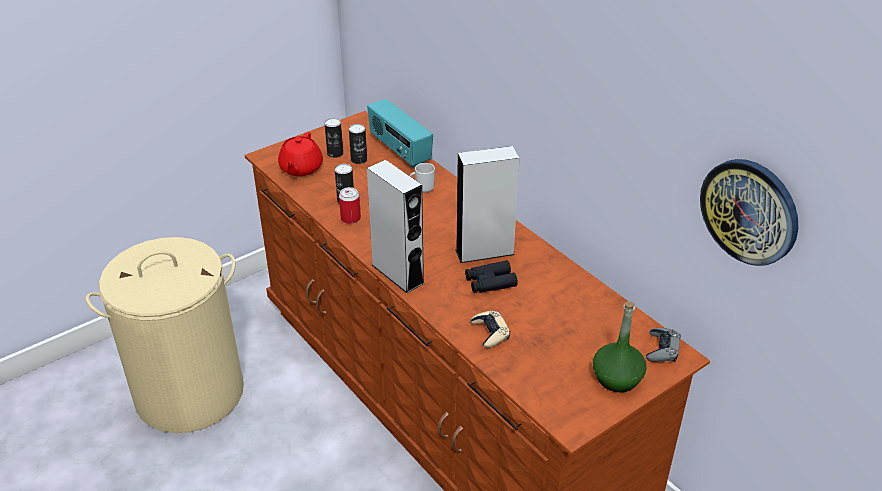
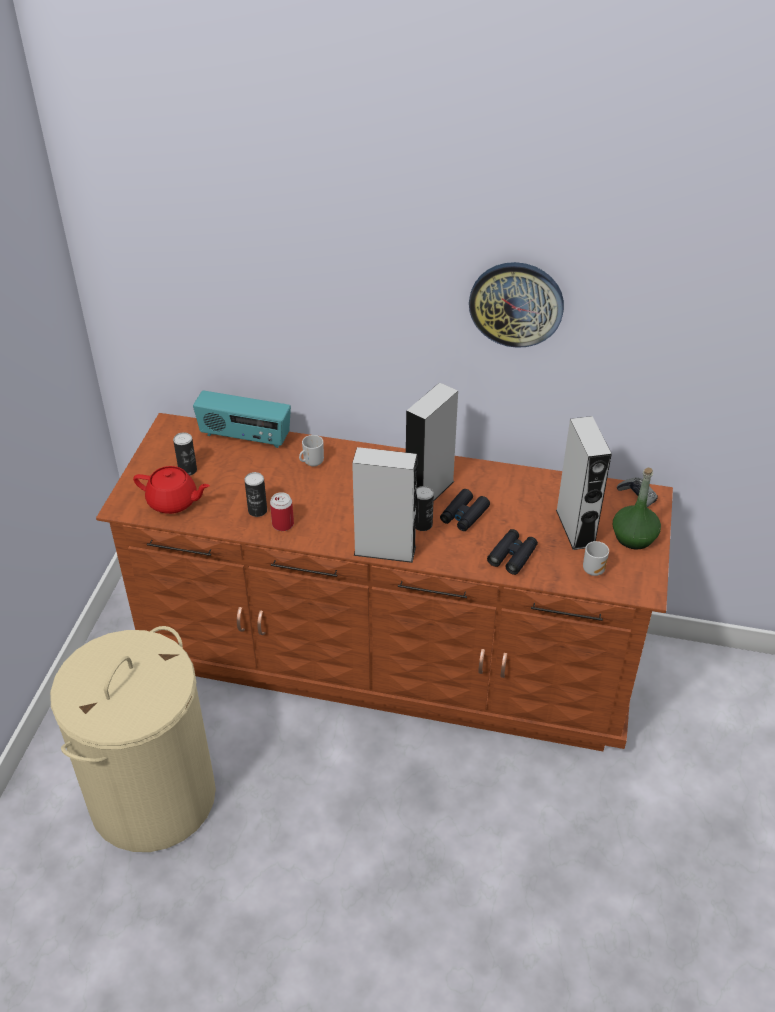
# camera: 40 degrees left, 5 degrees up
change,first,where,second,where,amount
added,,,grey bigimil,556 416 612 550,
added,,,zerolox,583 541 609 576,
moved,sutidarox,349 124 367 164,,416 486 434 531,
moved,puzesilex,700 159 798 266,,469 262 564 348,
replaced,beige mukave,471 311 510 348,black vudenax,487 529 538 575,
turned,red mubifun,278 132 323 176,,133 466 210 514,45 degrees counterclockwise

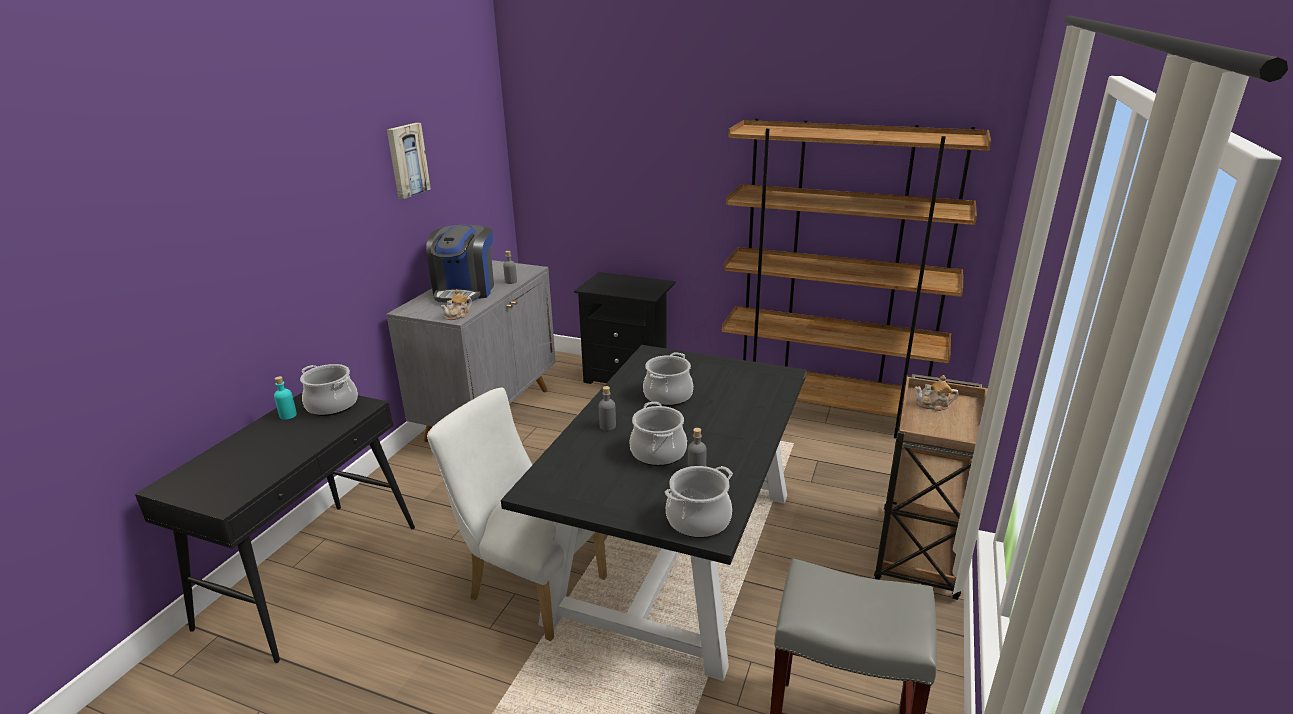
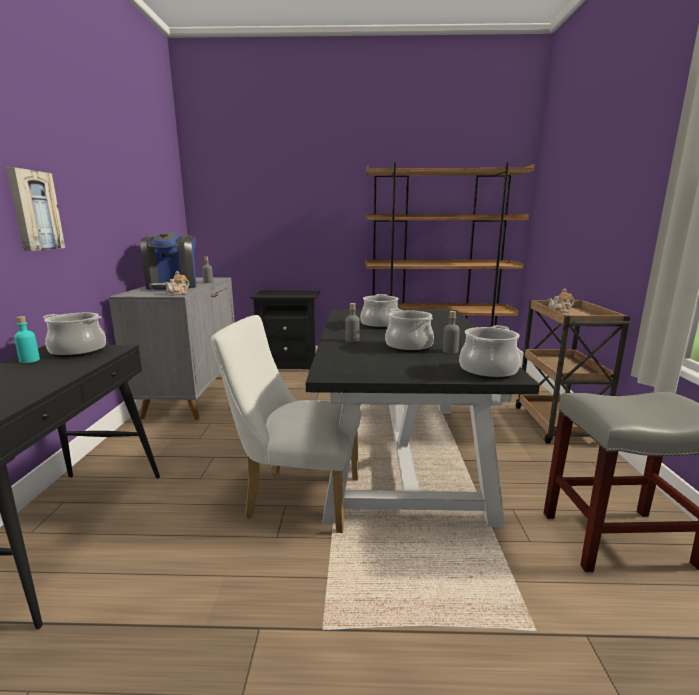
# camera: 20 degrees left, 10 degrees down
change,first,where,second,where,amount
moved,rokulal,387 123 431 199,,7 167 65 251,

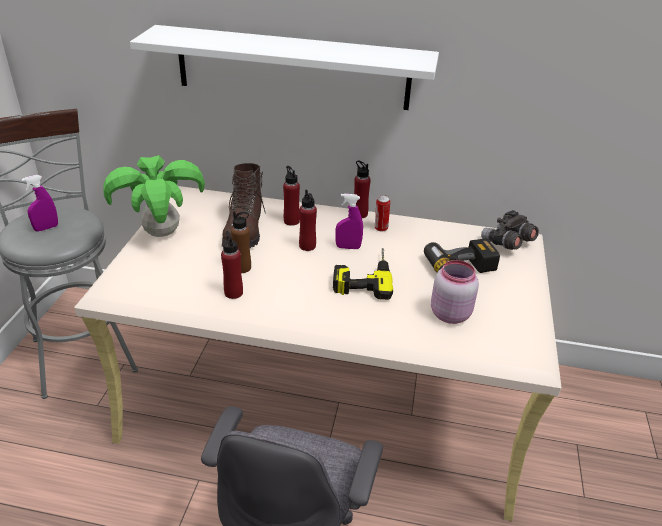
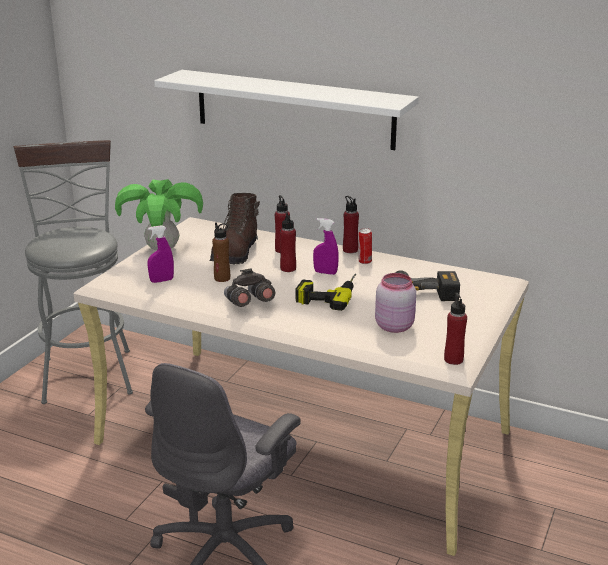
# camera: 15 degrees right, 10 degrees down
change,first,where,second,where,amount
moved,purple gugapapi,22 175 58 231,,147 225 174 283,
moved,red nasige,221 231 243 299,,444 293 467 365,
moved,grey vudenax,481 210 539 250,,224 268 275 307,

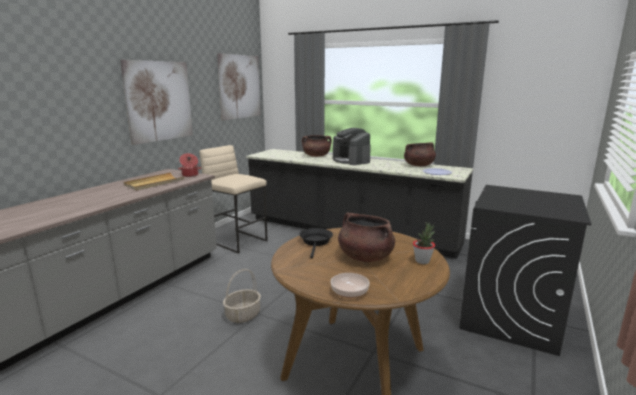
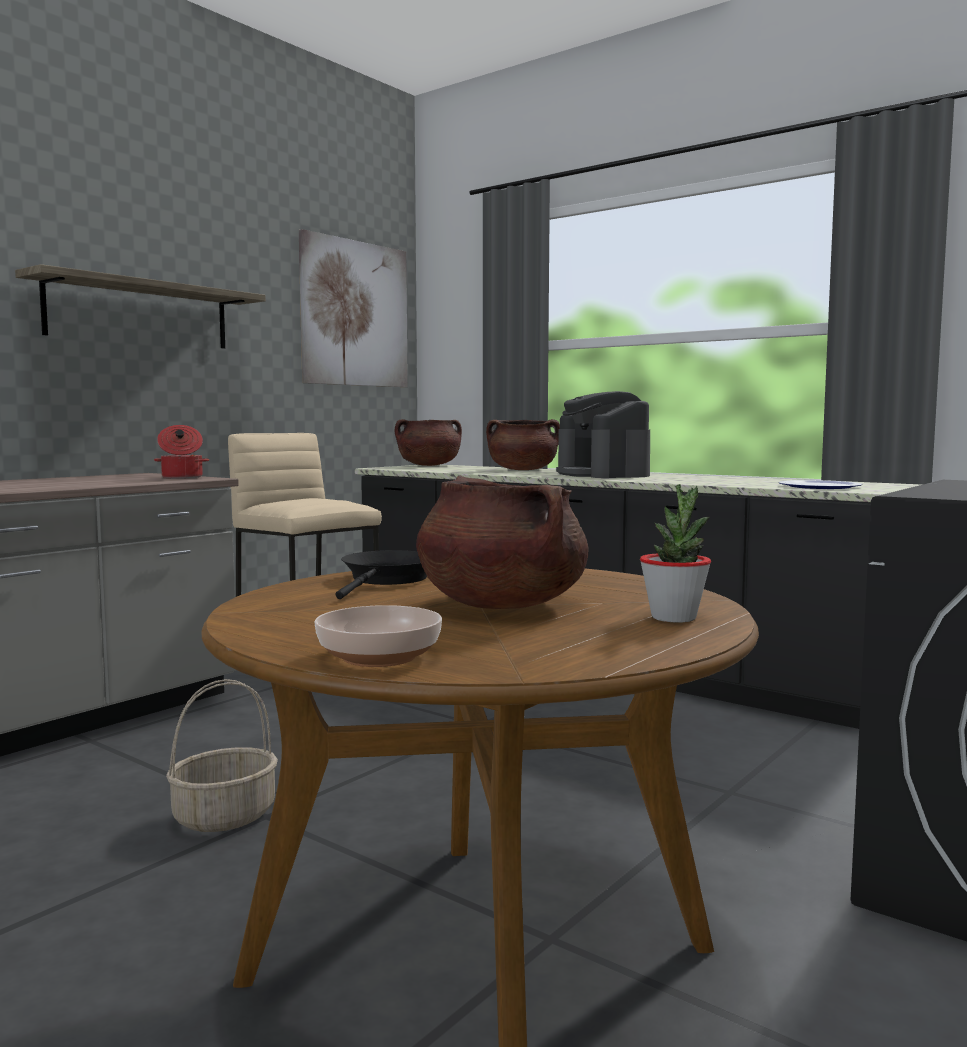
# camera: 10 degrees right, 10 degrees down
change,first,where,second,where,amount
removed,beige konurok,123 172 184 191,,,
moved,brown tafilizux,404 142 436 166,,395 419 462 466,
replaced,rokulal,120 60 193 145,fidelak,15 264 266 349,

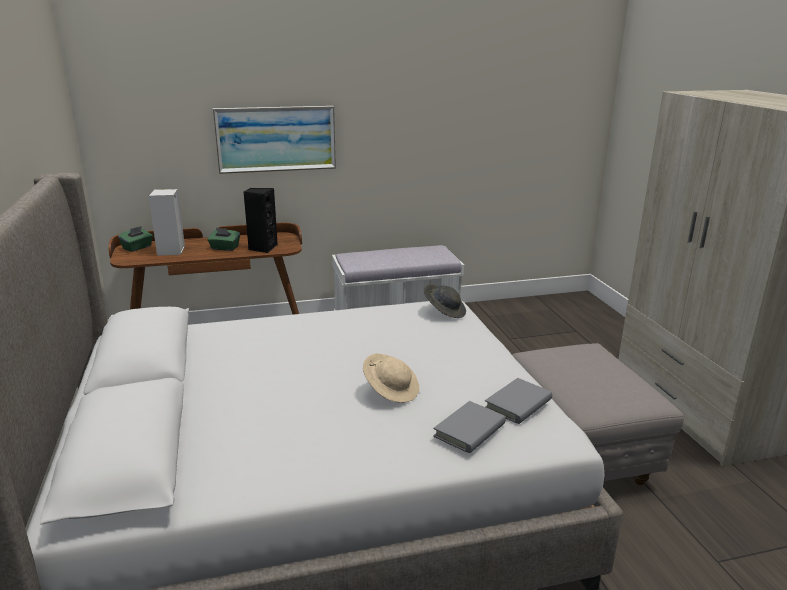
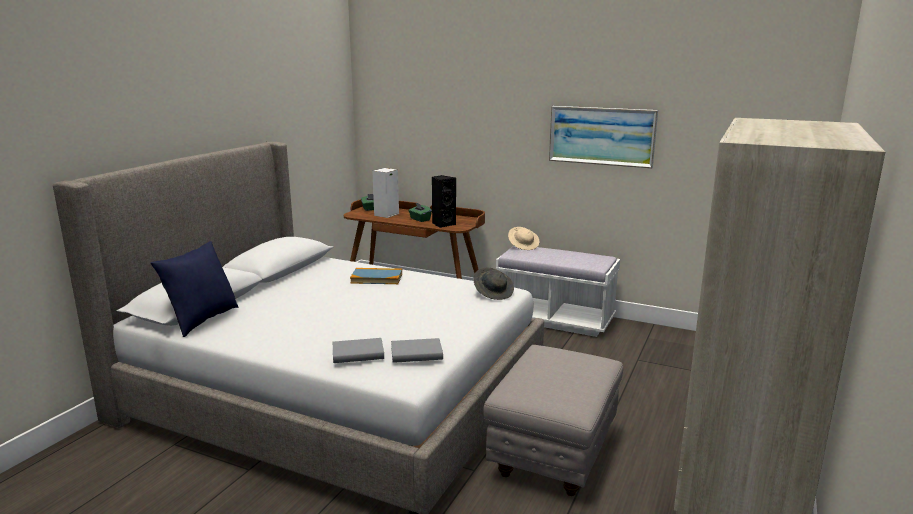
# camera: 40 degrees right, 5 degrees down
change,first,where,second,where,amount
added,,,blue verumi,151 241 238 337,
added,,,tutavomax,350 268 402 284,
moved,rokulal,213 106 336 174,,549 106 658 168,
moved,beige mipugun,363 353 419 403,,508 227 540 250,

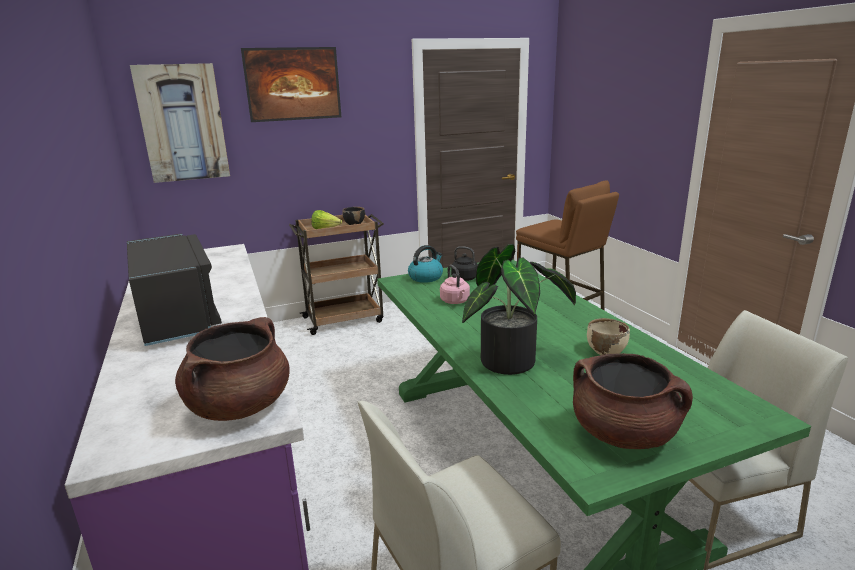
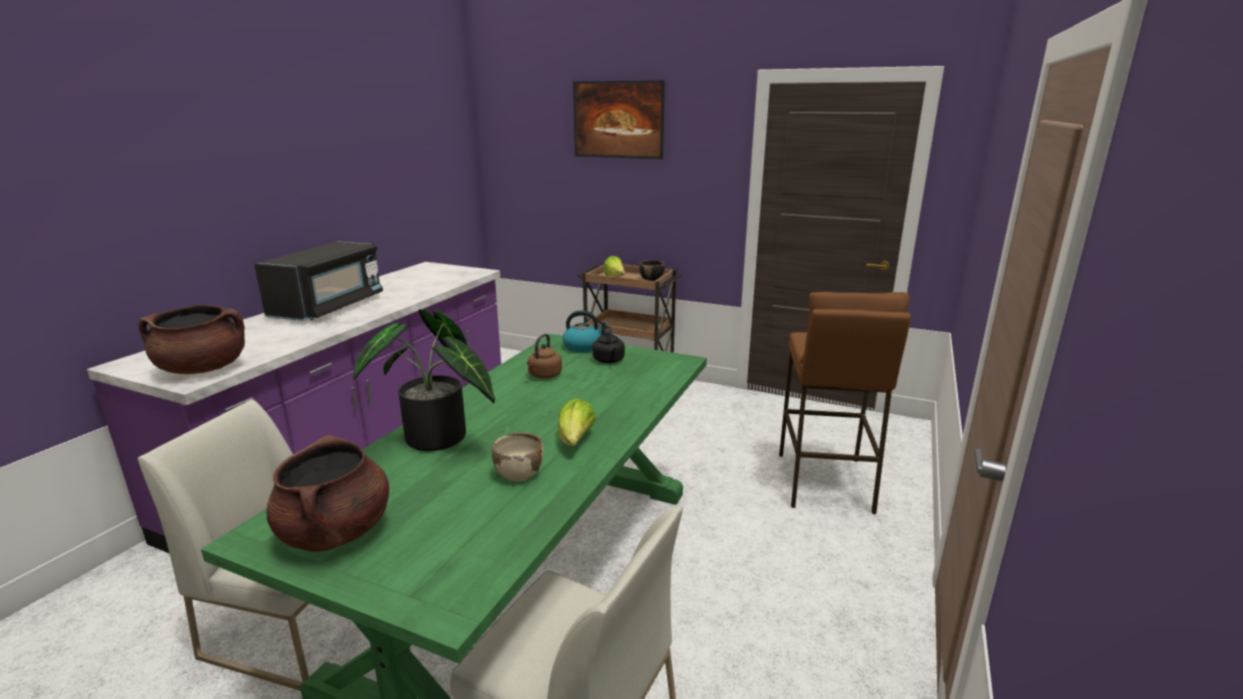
# camera: 45 degrees right, 0 degrees up
change,first,where,second,where,amount
removed,rokulal,130 63 230 183,,,
added,,,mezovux,558 398 596 446,
recoloured,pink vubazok,440 265 470 304,brown vubazok,527 333 562 378,

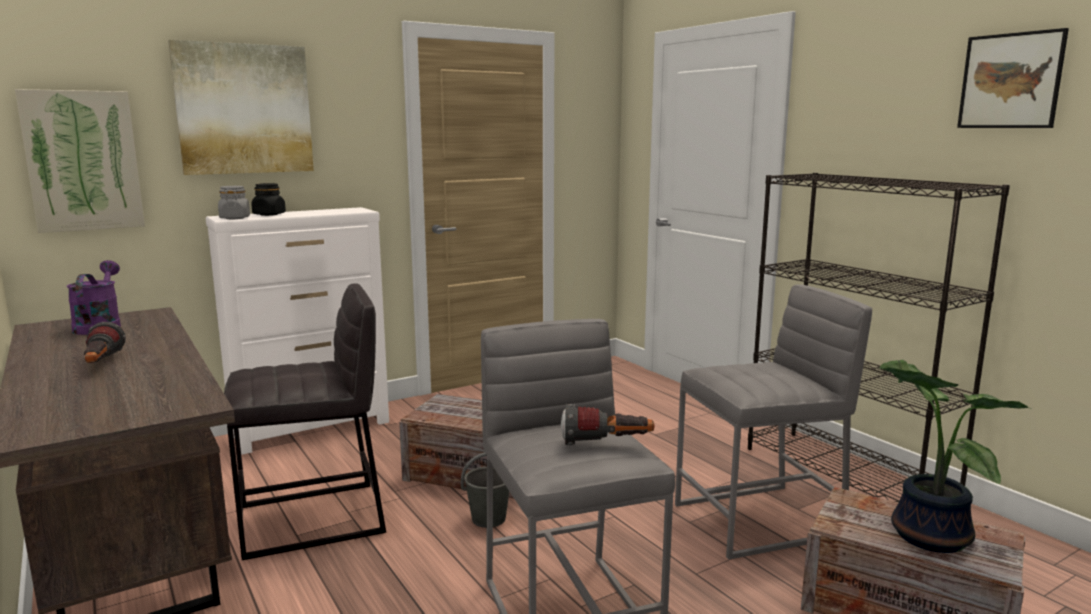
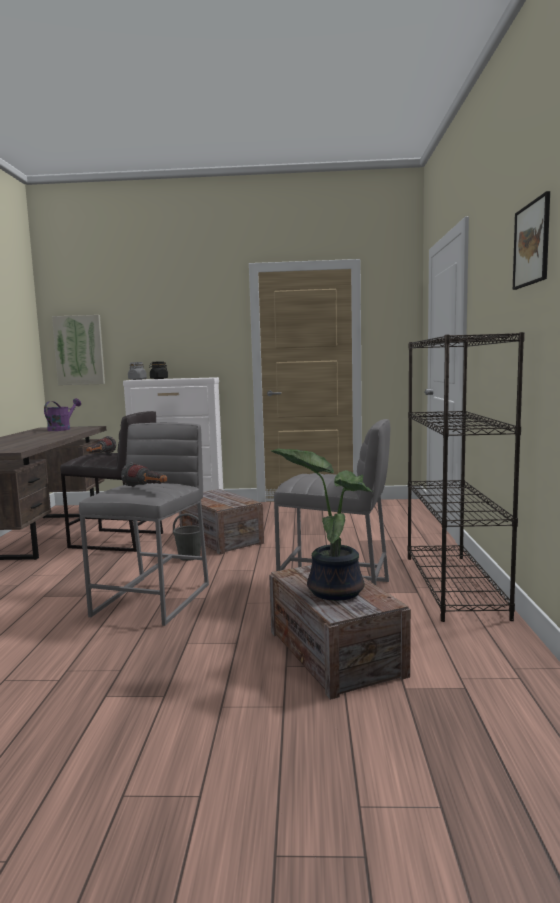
# camera: 35 degrees right, 5 degrees down
change,first,where,second,where,amount
removed,rokulal,168 40 314 175,,,
moved,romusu,83 322 126 363,,86 436 116 454,

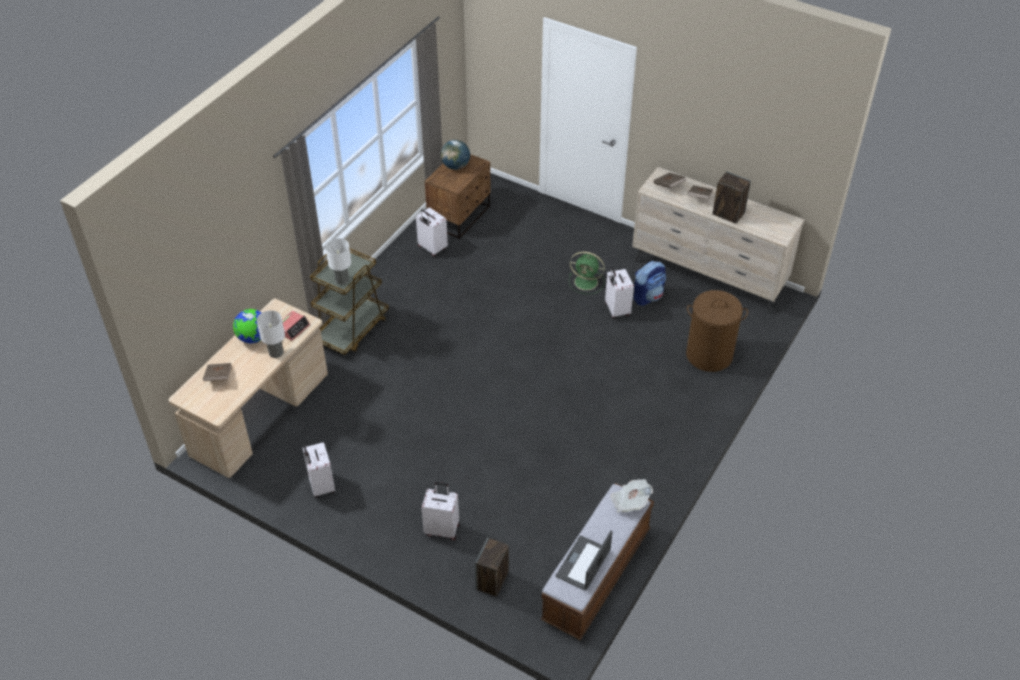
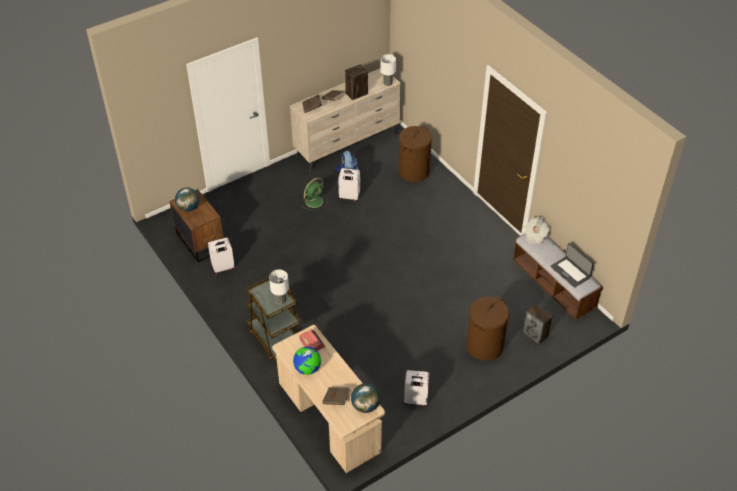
# camera: 65 degrees left, 0 degrees up
change,first,where,second,where,amount
added,,,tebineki,351 383 380 413,
moved,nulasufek,257 310 285 358,,381 54 396 86,
replaced,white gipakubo,422 482 460 540,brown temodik,466 297 509 361,

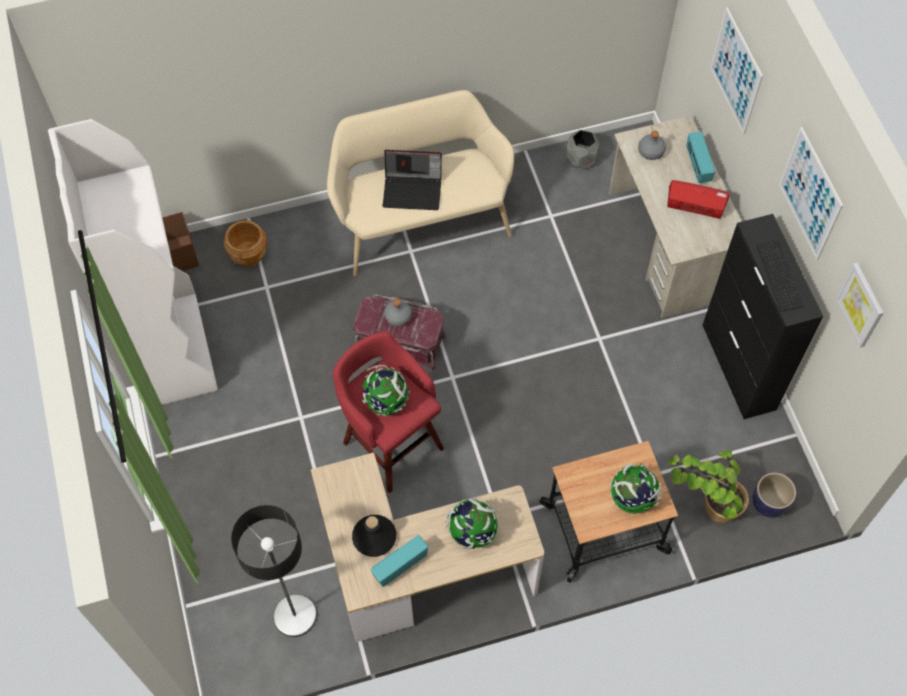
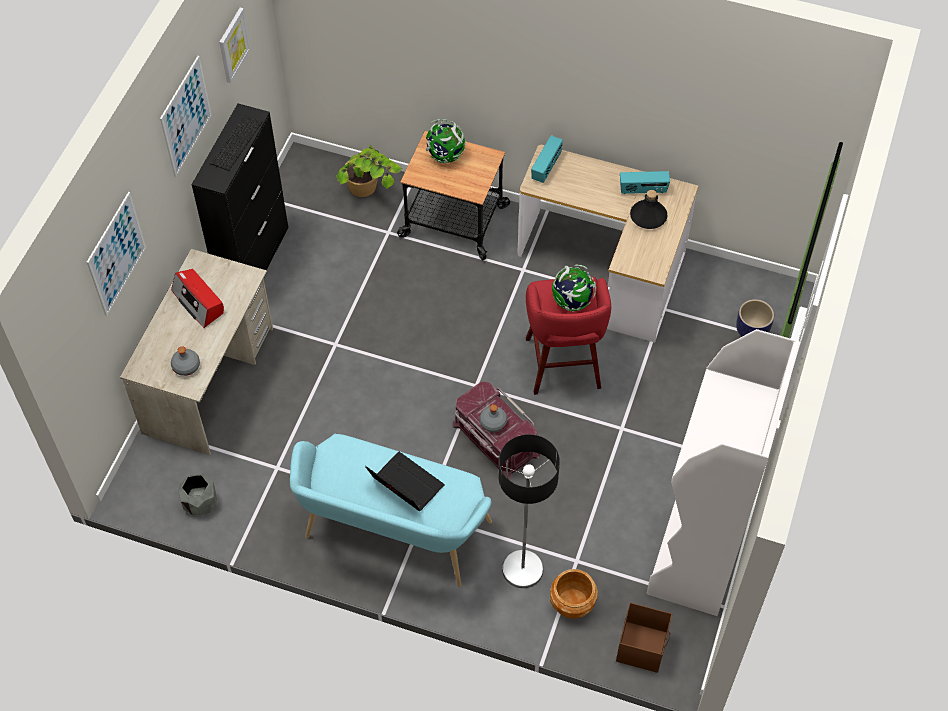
# camera: 145 degrees left, 5 degrees down
change,first,where,second,where,amount
removed,tebineki,445 498 499 549,,,
moved,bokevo,231 505 317 637,,499 434 560 588,
moved,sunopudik,686 132 715 183,,531 135 563 183,
moved,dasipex,753 472 796 518,,736 299 774 337,
recoloured,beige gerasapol,327 90 514 276,turquoise gerasapol,290 434 492 587,

